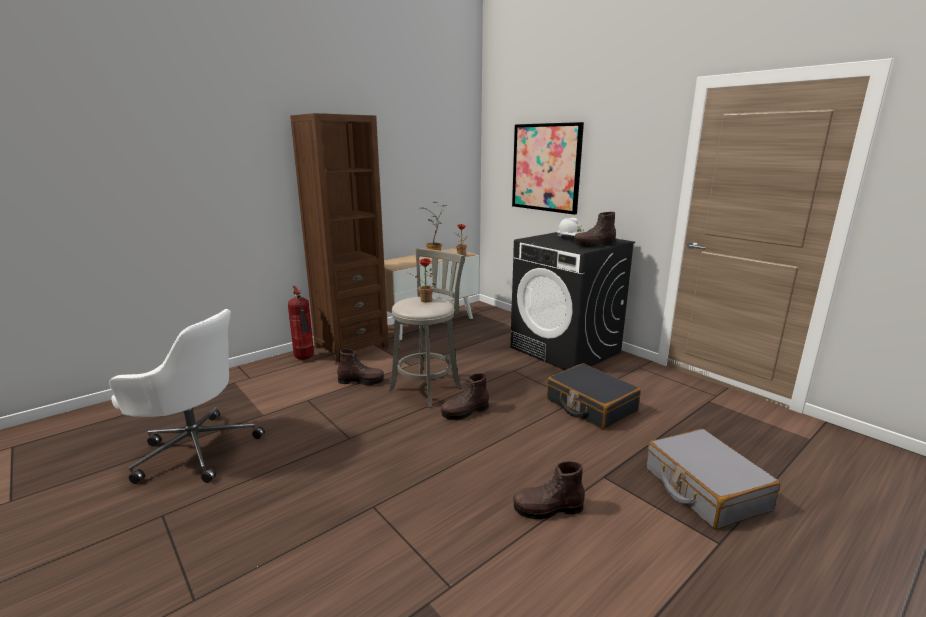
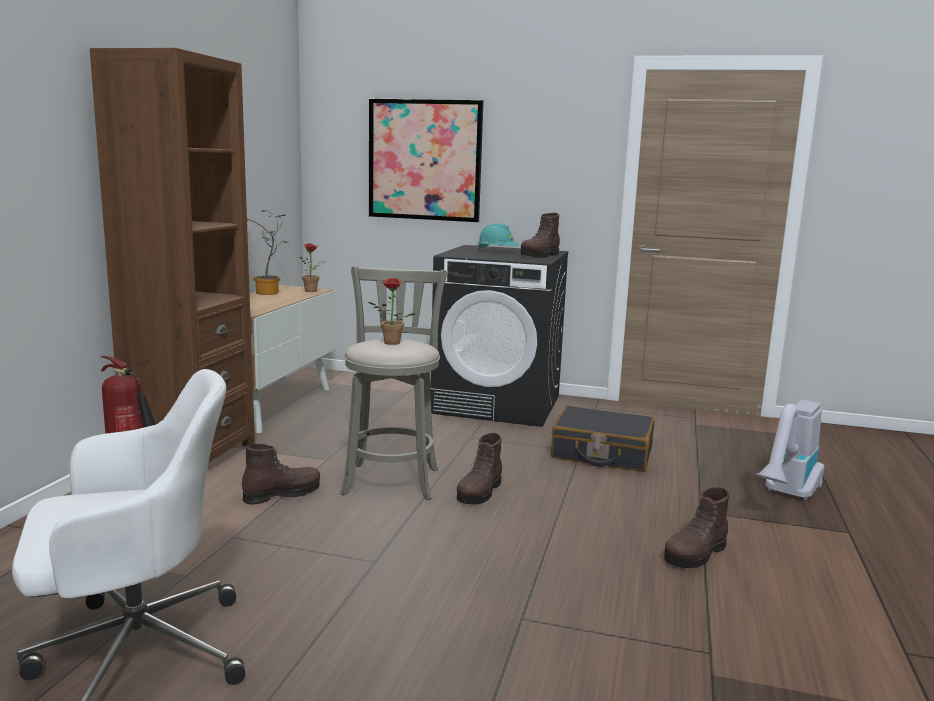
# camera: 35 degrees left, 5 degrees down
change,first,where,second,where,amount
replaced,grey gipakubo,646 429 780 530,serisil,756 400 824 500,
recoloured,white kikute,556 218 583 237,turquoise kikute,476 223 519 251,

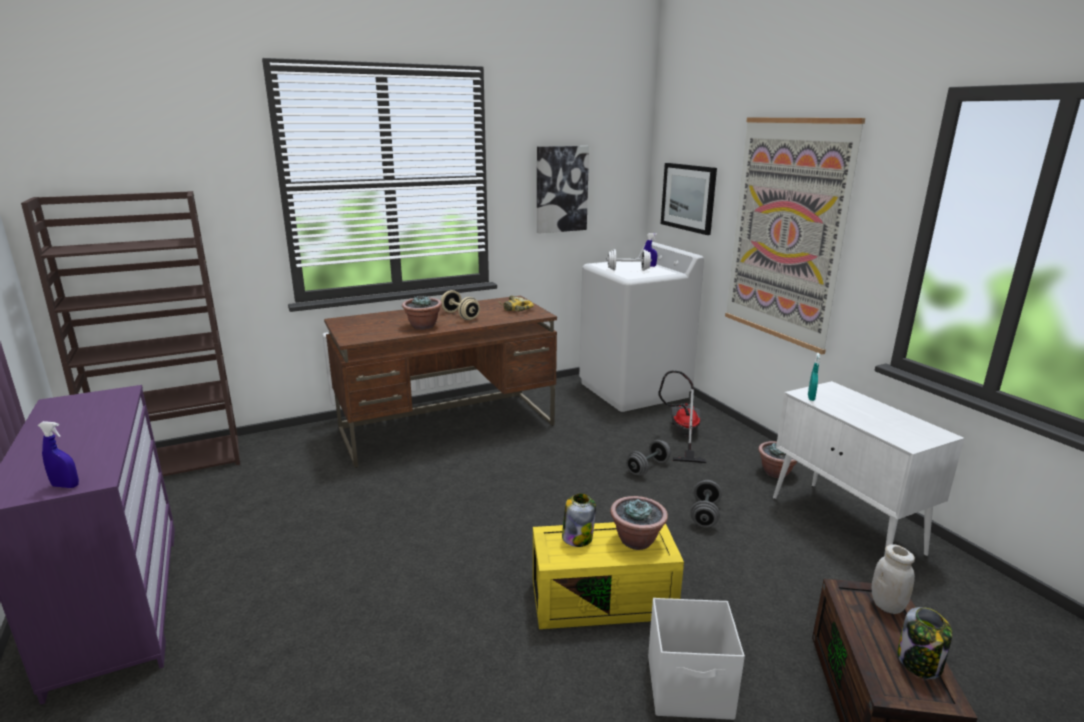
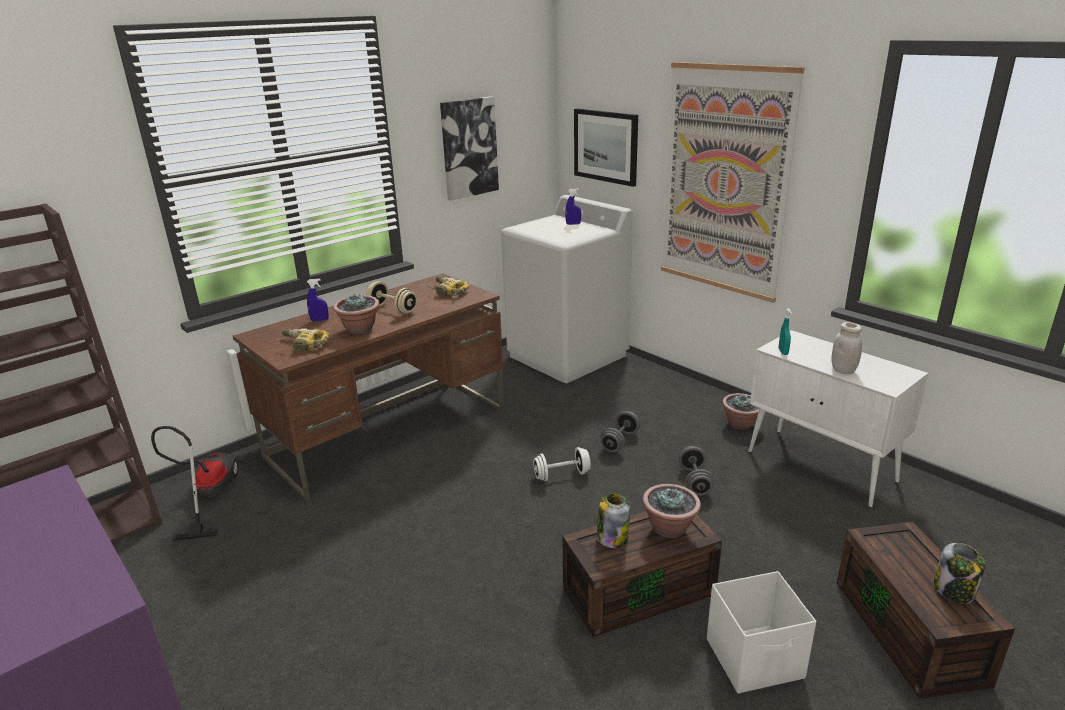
# camera: 15 degrees left, 5 degrees up
change,first,where,second,where,amount
added,,,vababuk,278 328 330 351,
moved,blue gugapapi,38 421 79 488,,307 279 329 321,
moved,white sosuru,606 249 652 271,,533 447 591 481,
moved,serisil,658 370 706 463,,151 426 238 541,
moved,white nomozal,872 544 915 614,,832 322 862 374,
recoloured,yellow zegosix,533 522 684 629,brown zegosix,562 511 722 637,

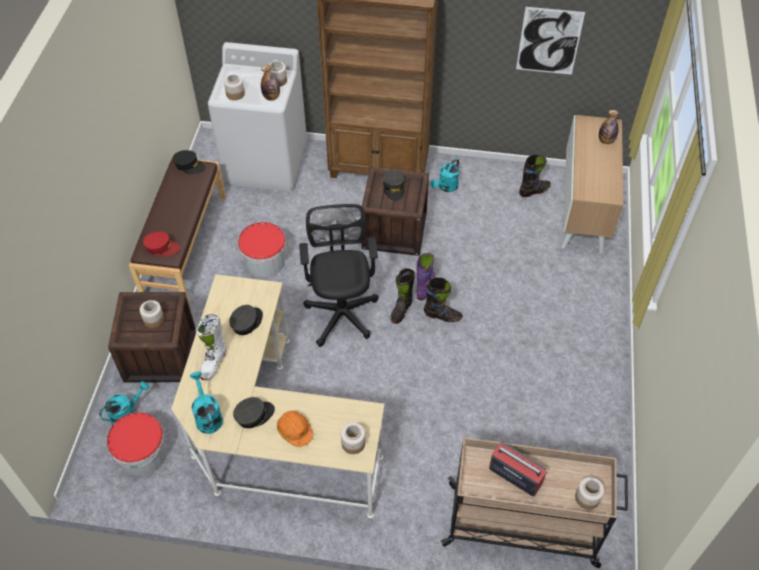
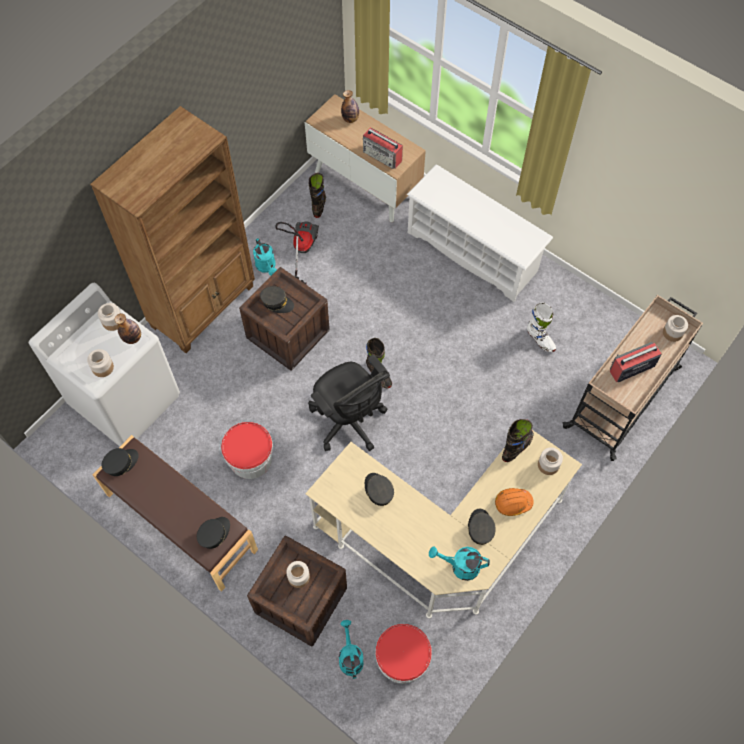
# camera: 60 degrees left, 10 degrees up
change,first,where,second,where,amount
removed,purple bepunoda,417 253 435 300,,,
removed,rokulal,516 7 585 75,,,
added,,,serisil,276 221 319 284,
added,,,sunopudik,363 128 403 169,
added,,,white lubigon,407 164 553 302,
moved,white bepunoda,196 314 226 380,,527 303 556 352,
moved,black bepunoda,424 277 463 322,,502 419 534 462,
recoloured,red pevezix,143 231 180 257,black pevezix,197 517 230 549,
turned,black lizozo,299 204 378 347,,308 354 390 451,150 degrees counterclockwise

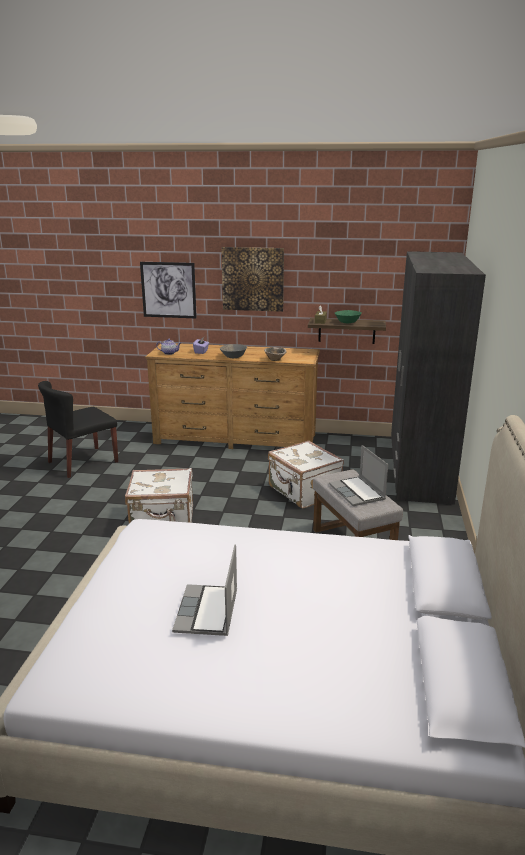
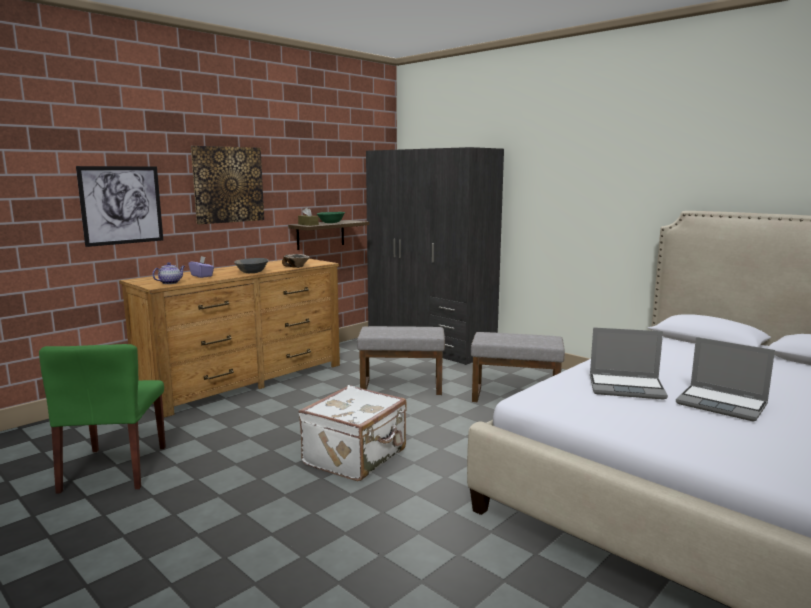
# camera: 55 degrees left, 10 degrees down
change,first,where,second,where,amount
moved,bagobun,329 445 388 506,,590 327 668 400,
replaced,white gipakubo,268 441 344 508,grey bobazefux,357 326 445 395,
recoloured,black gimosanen,38 381 118 478,green gimosanen,39 344 166 494,

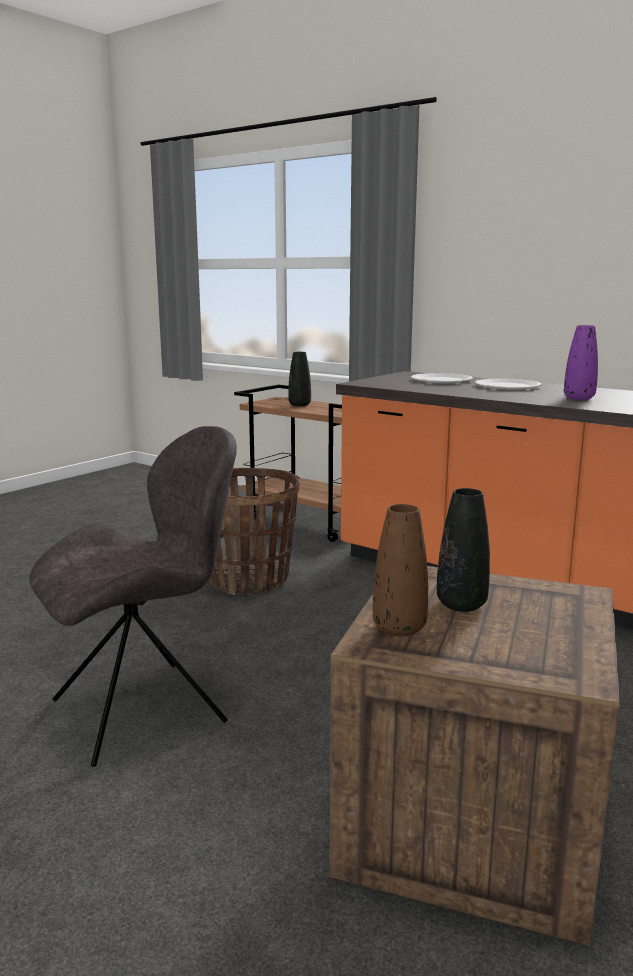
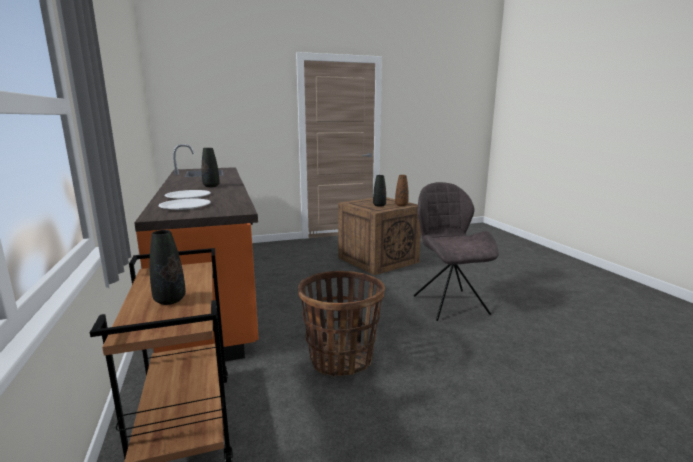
# camera: 145 degrees left, 0 degrees up
change,first,where,second,where,amount
recoloured,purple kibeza,564 325 598 400,black kibeza,202 148 220 187,
turned,grey gimosanen,29 426 237 767,,414 182 499 321,75 degrees clockwise

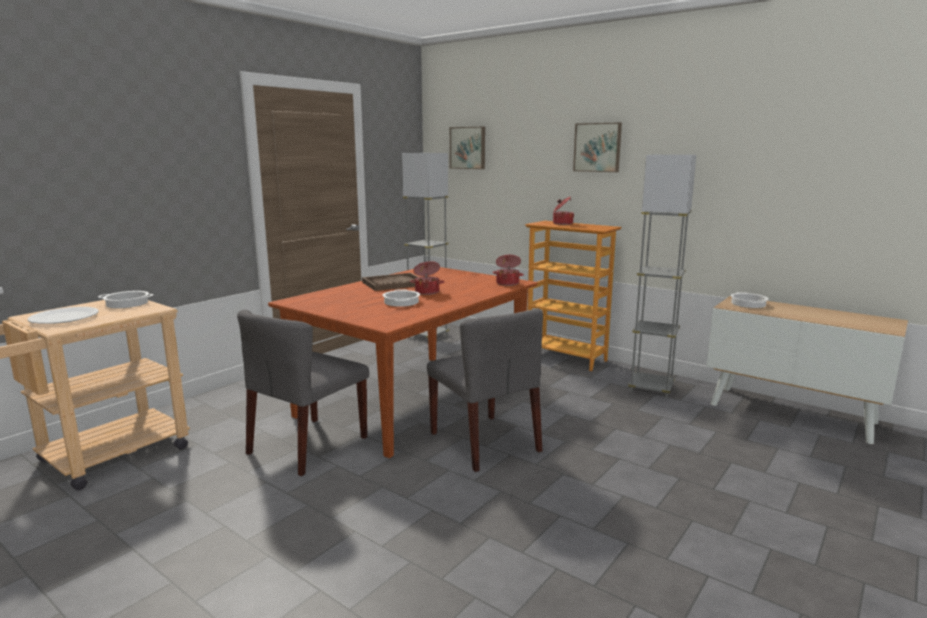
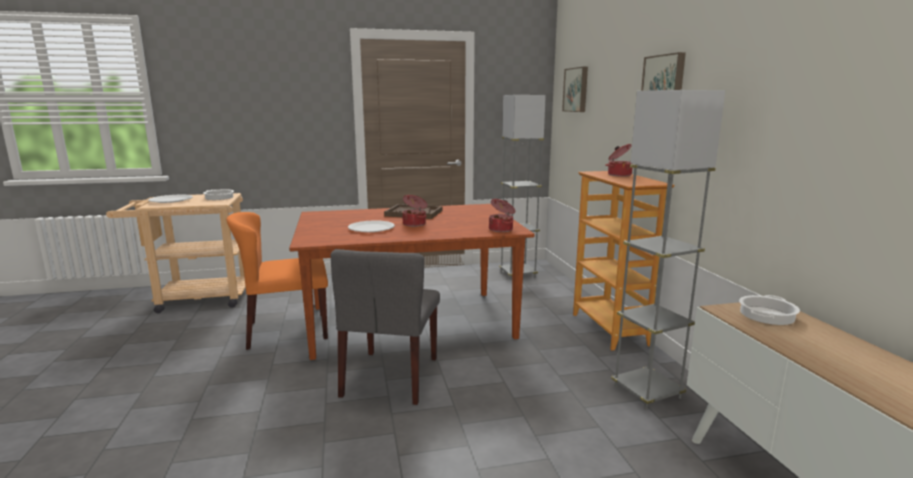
# camera: 40 degrees right, 0 degrees up
change,first,where,second,where,amount
replaced,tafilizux,382 289 420 307,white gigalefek,348 220 395 232,
recoloured,grey gimosanen,237 310 369 476,orange gimosanen,226 212 328 350,

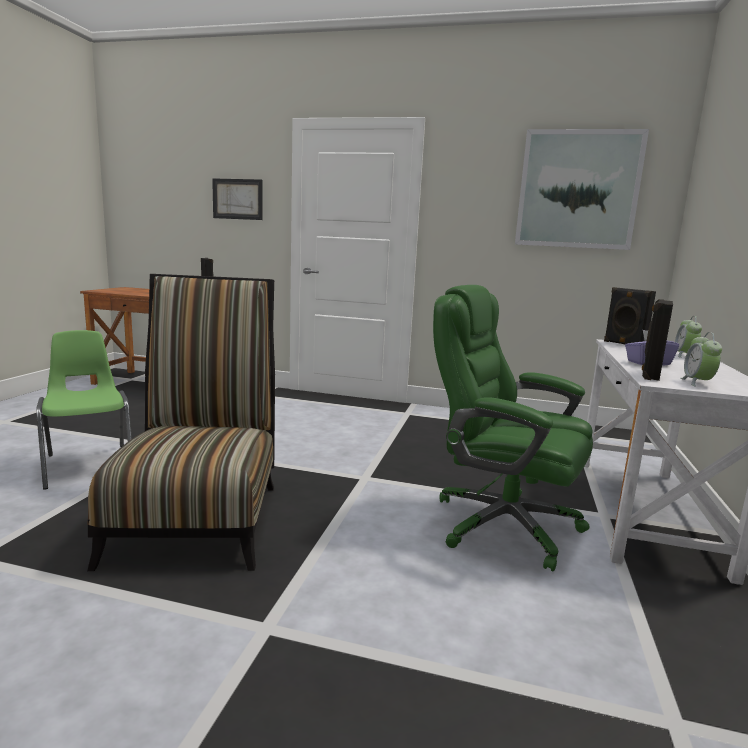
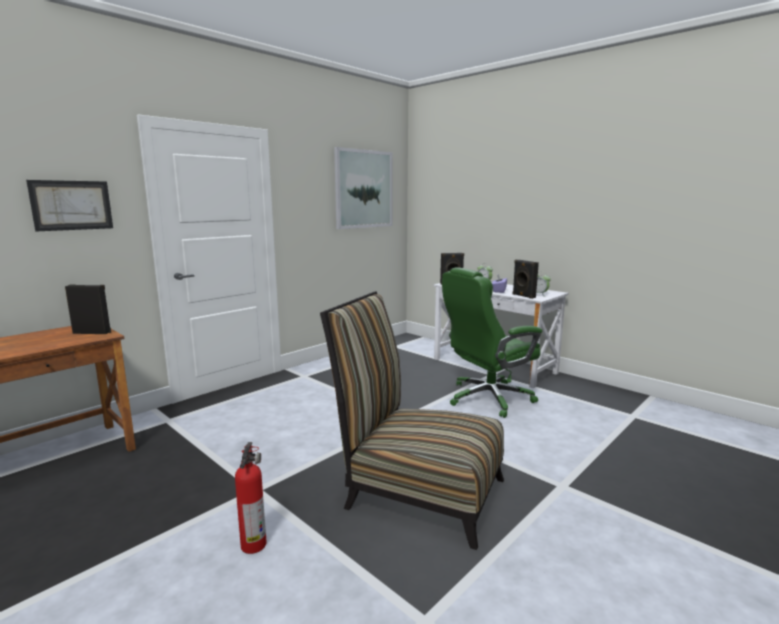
# camera: 60 degrees left, 0 degrees up
change,first,where,second,where,amount
replaced,green gimosanen,36 330 132 490,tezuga,235 442 267 554,

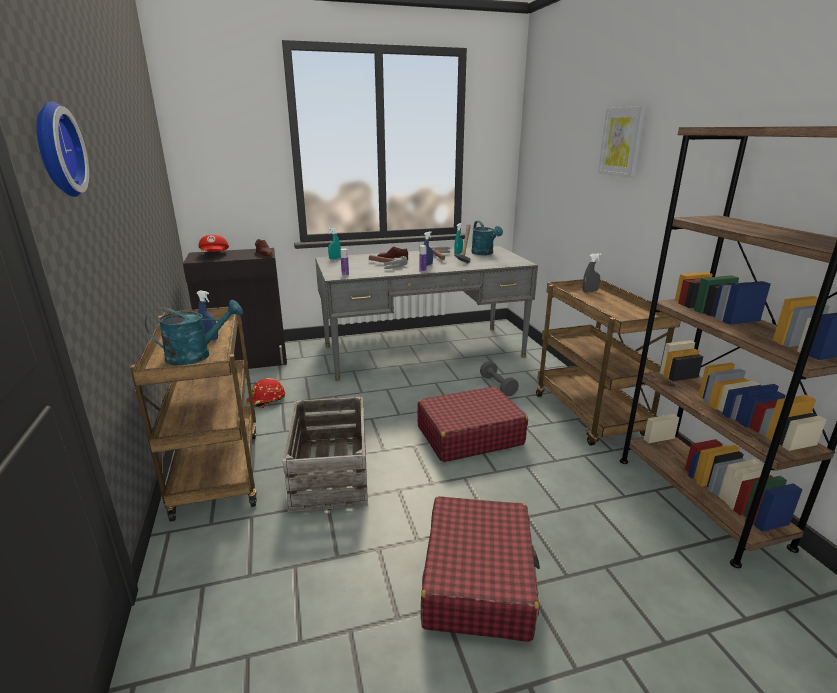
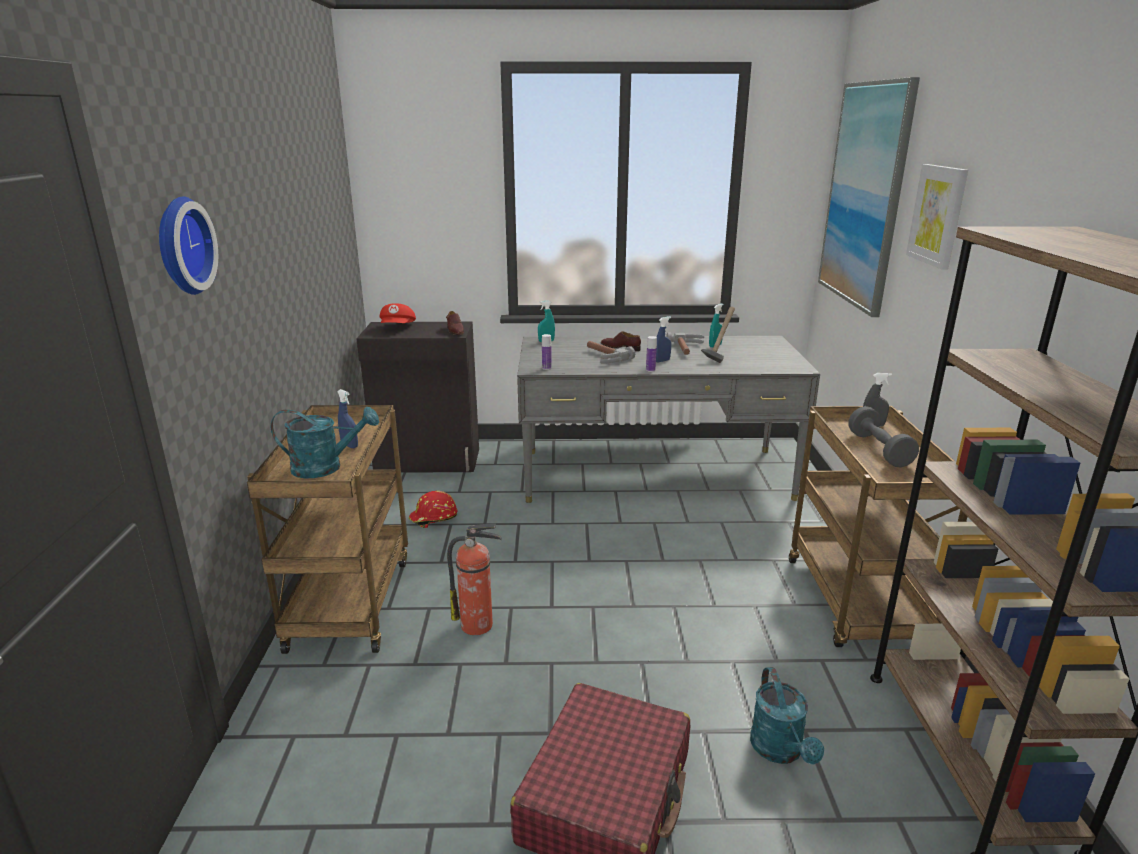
# camera: 15 degrees right, 0 degrees up
change,first,where,second,where,amount
removed,red gipakubo,417 386 528 462,,,
added,,,rokulal,818 77 920 317,
moved,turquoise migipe,471 221 503 255,,750 667 824 764,
moved,grey sosuru,480 361 519 396,,848 406 919 467,
replaced,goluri,283 397 368 512,tezuga,447 524 502 635,

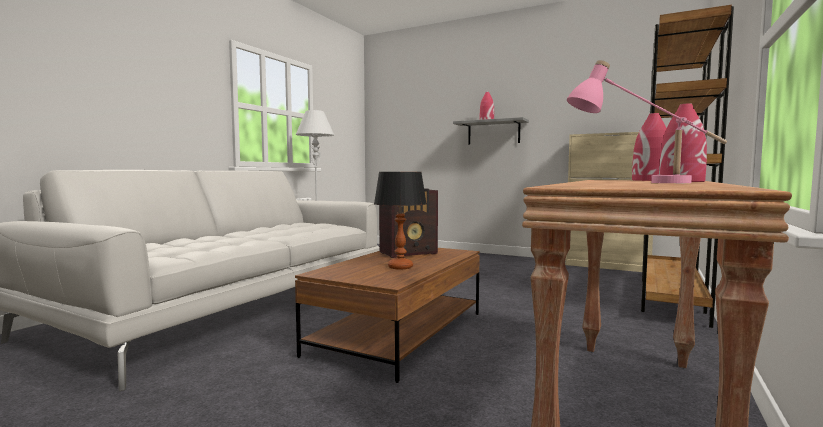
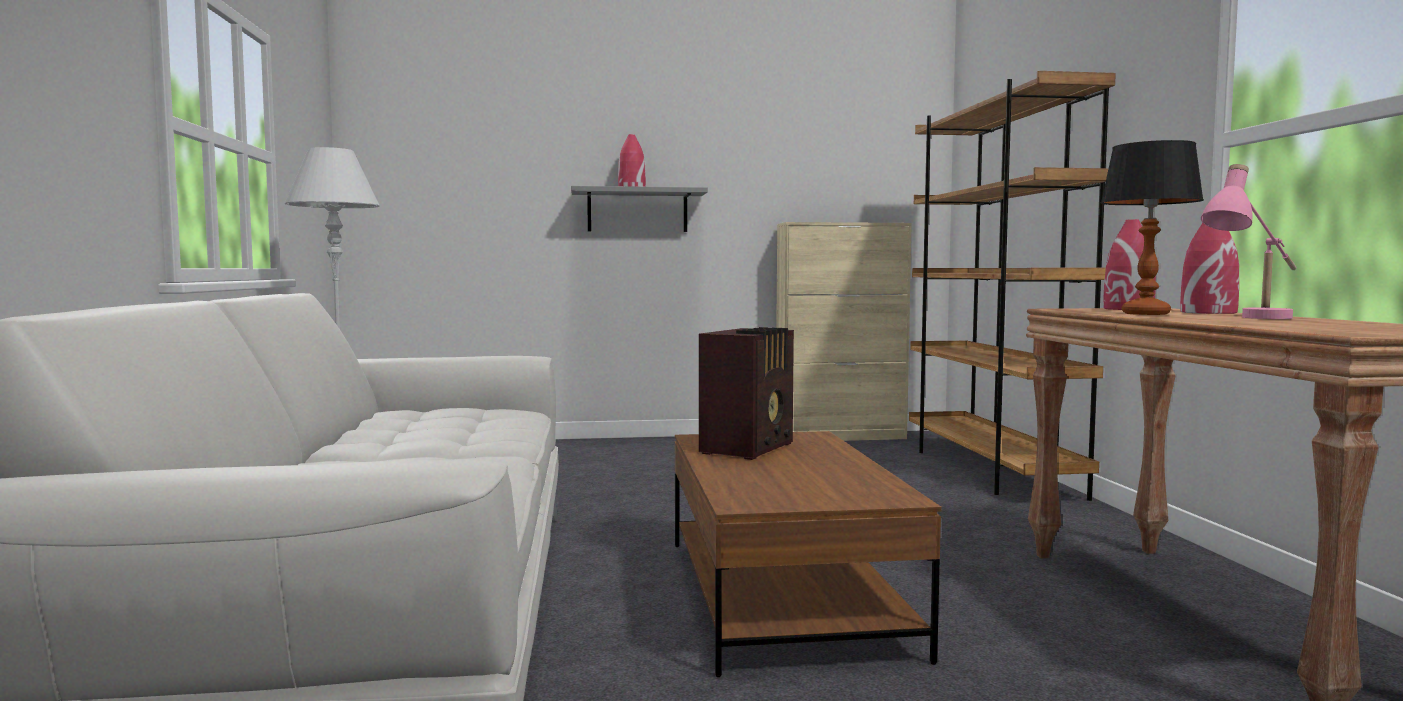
# camera: 35 degrees left, 0 degrees up
change,first,where,second,where,amount
moved,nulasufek,374 172 427 270,,1101 140 1204 315,

